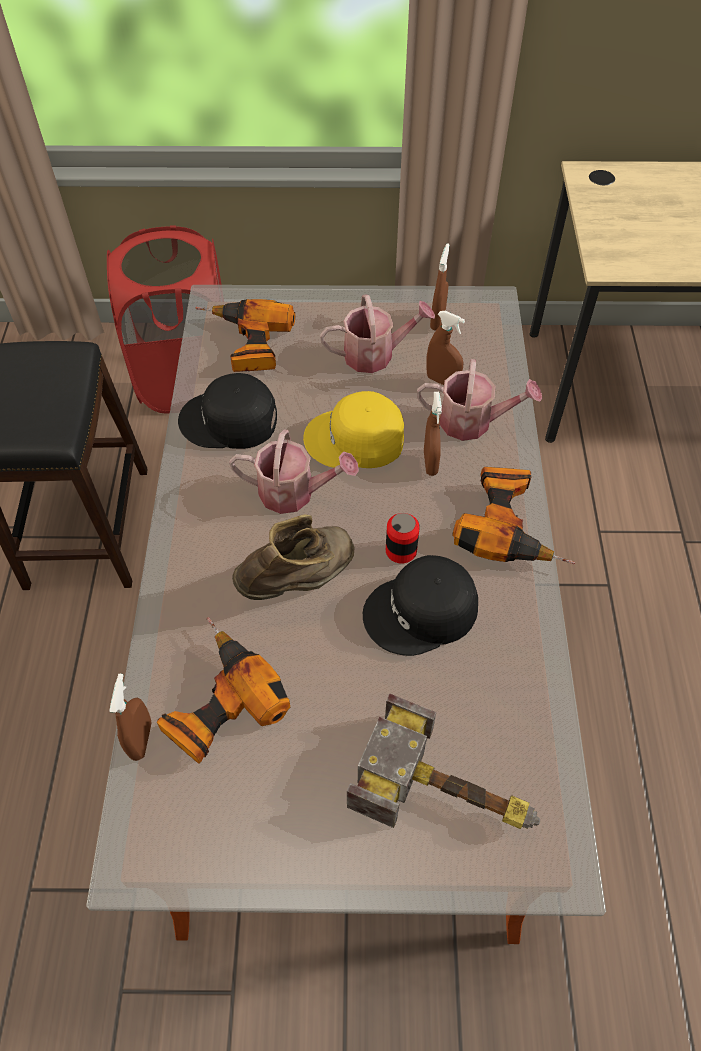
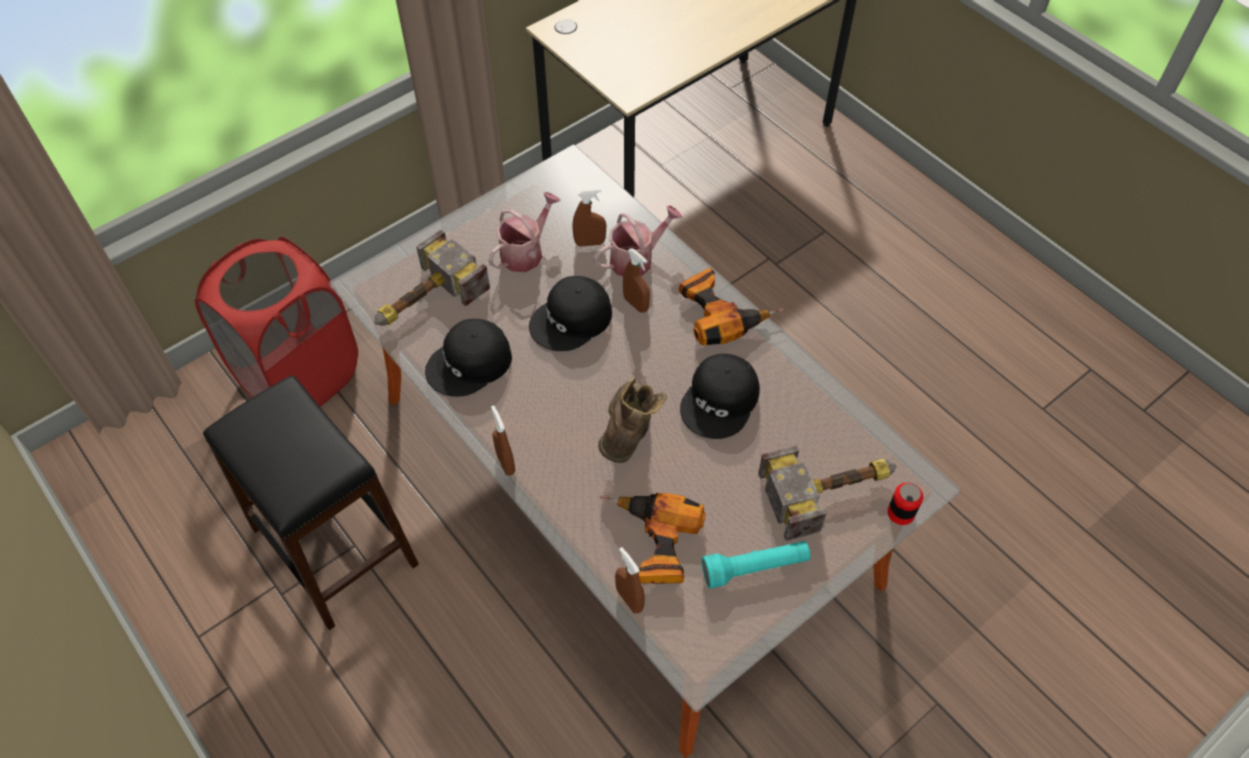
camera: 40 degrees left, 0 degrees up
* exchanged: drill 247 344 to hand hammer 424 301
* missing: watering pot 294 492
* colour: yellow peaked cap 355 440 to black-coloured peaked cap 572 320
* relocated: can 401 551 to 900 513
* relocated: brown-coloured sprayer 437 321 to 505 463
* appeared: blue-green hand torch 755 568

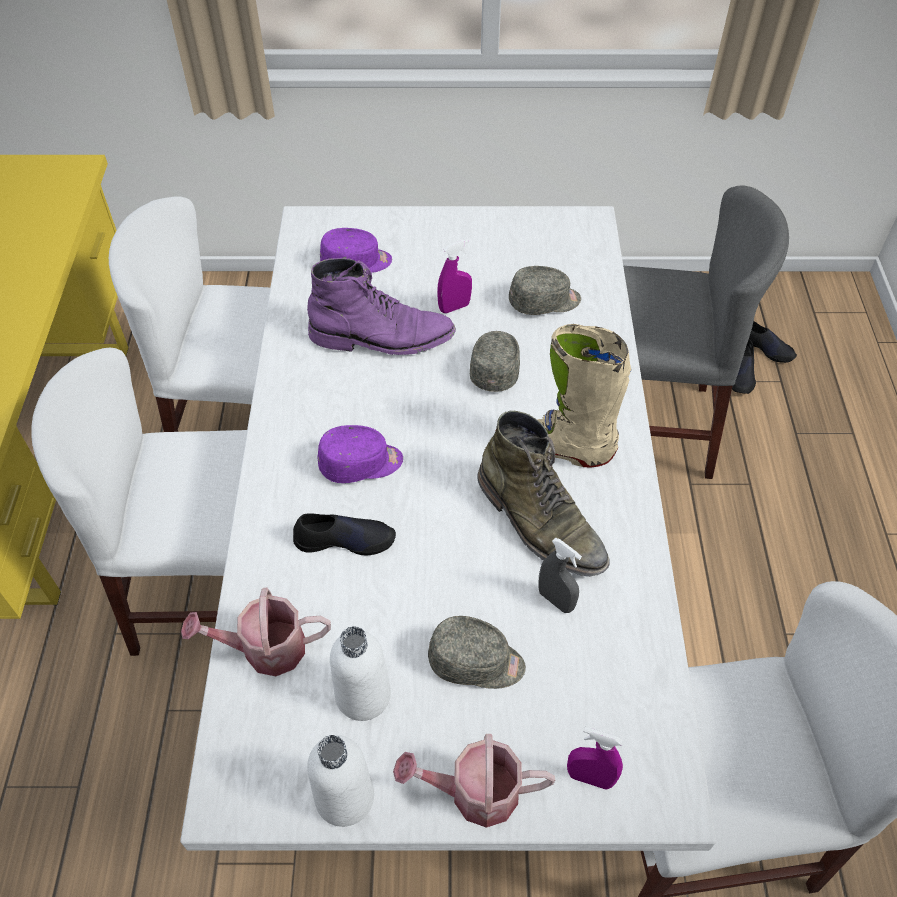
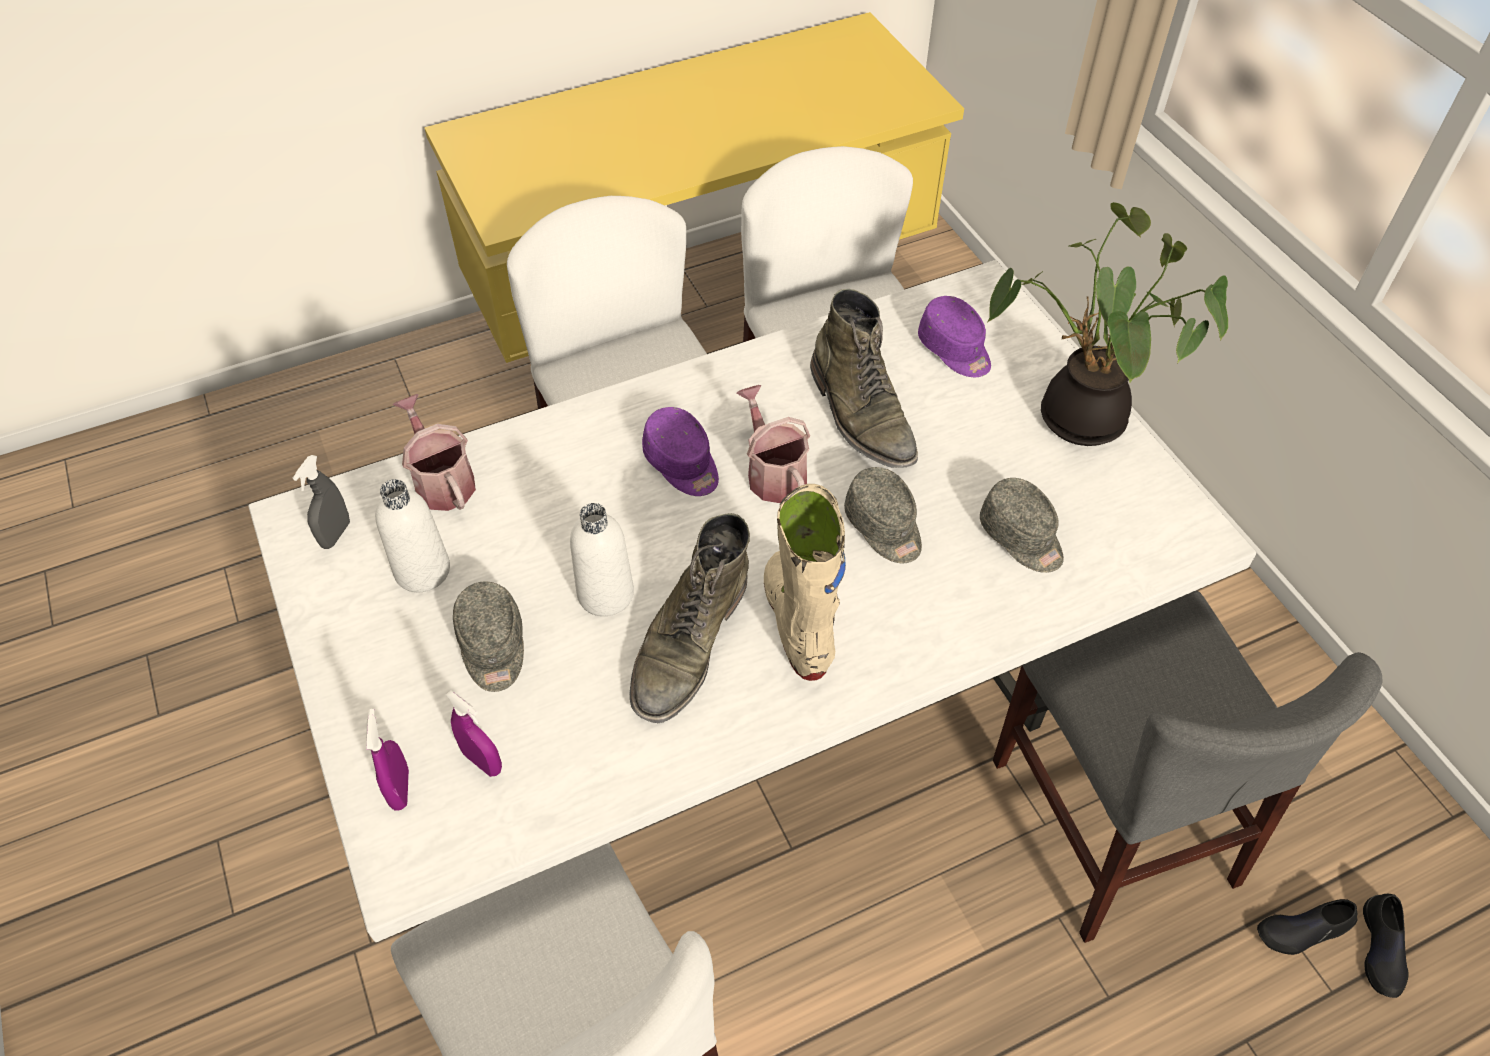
camera: 65 degrees right, 0 degrees up
* missing: black-coloured low shoe 345 539
* colour: purple-coloured high-top boot 382 337 to greenish high-top boot 861 414
* relocated: white drink bottle 344 797 to 605 594
* relocated: watering pot 474 792 to 773 472
* relocated: purple-coloured sprayer 454 307 to 482 761
* spun: gray peaked cap 495 367 = 884 527 75 degrees clockwise
* relocated: gray sprayer 555 600 to 335 534
* appeared: potted plant 1075 421

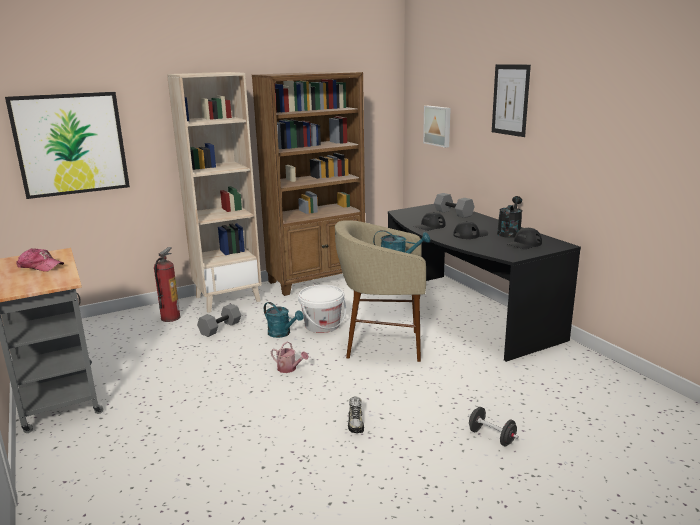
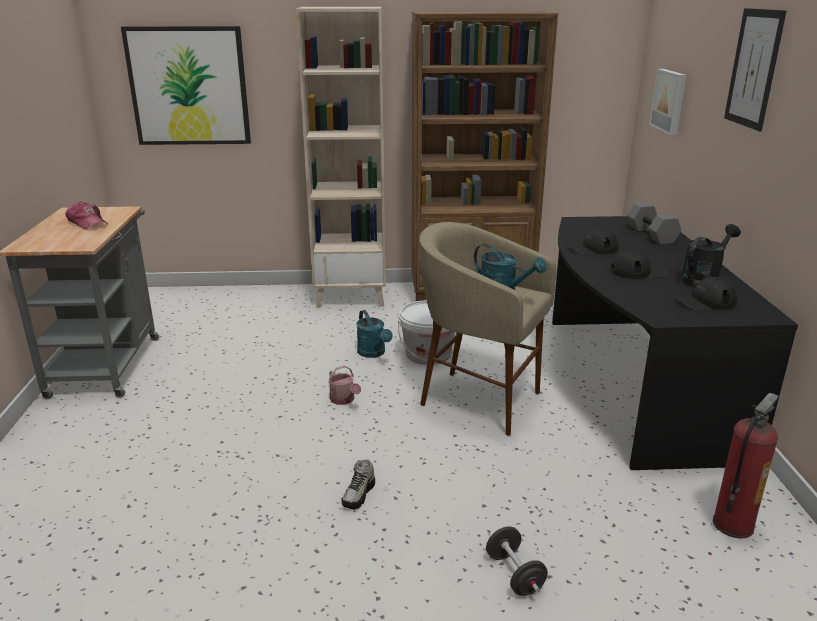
camera: 25 degrees right, 5 degrees up
* relocated: fire extinguisher 170 317 to 732 524
* missing: gray hand weight 220 328

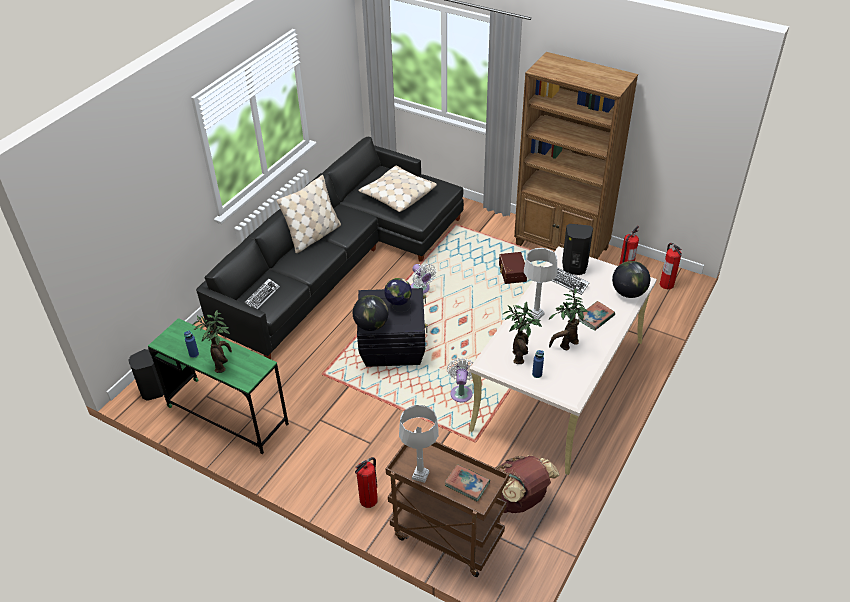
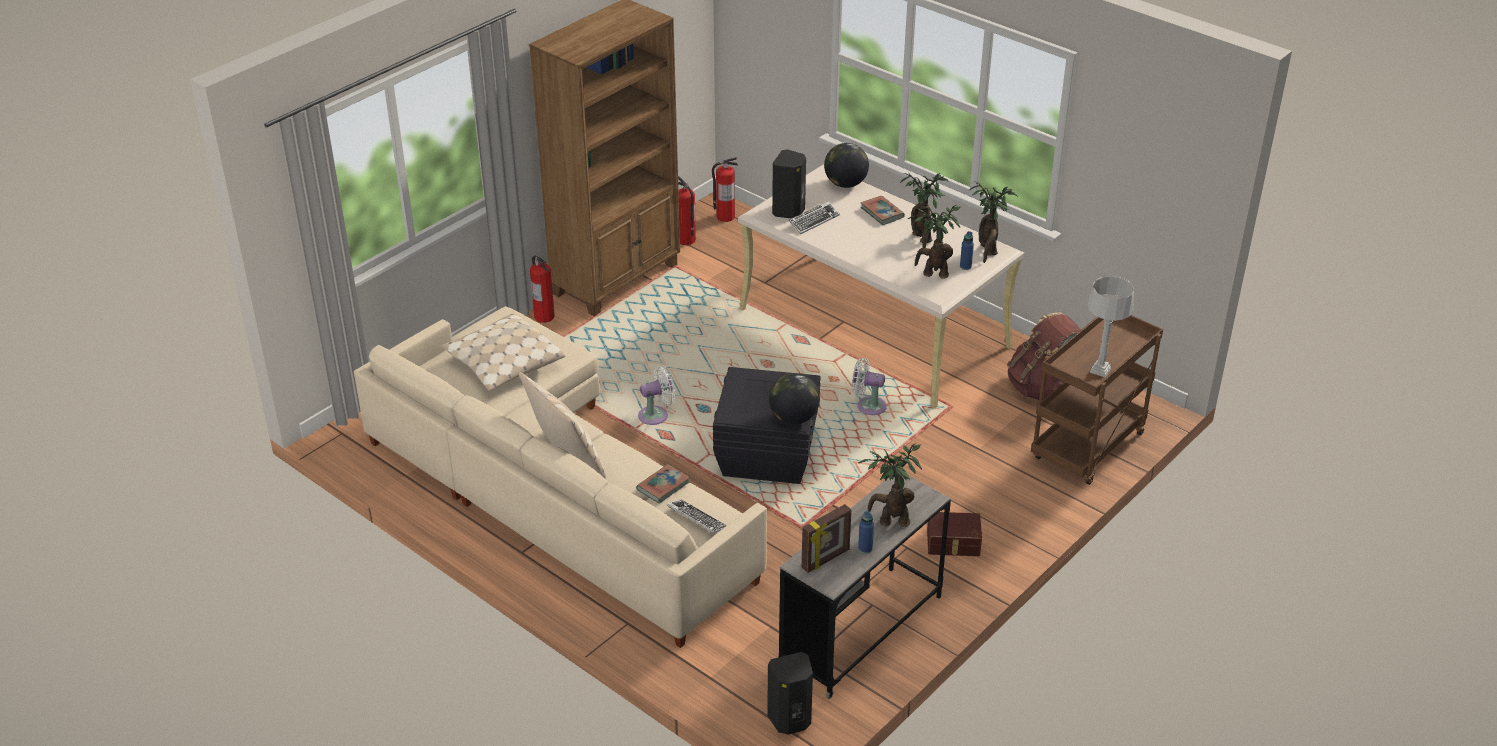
camera: 80 degrees left, 5 degrees down
* colour: greenish desk unit 227 415 to gray desk unit 861 631
* colour: black-coloured sofa 341 259 to sand-coloured sofa 551 489
* relocated: fire extinguisher 369 499 to 544 316
* missing: globe 398 307
* relocated: volume 467 484 to 663 486
* relocated: brown-coloured storage bin 511 273 to 953 543
* missing: gray table lamp 536 314
* appeared: picture frame 826 559
* appeared: potted plant 987 252

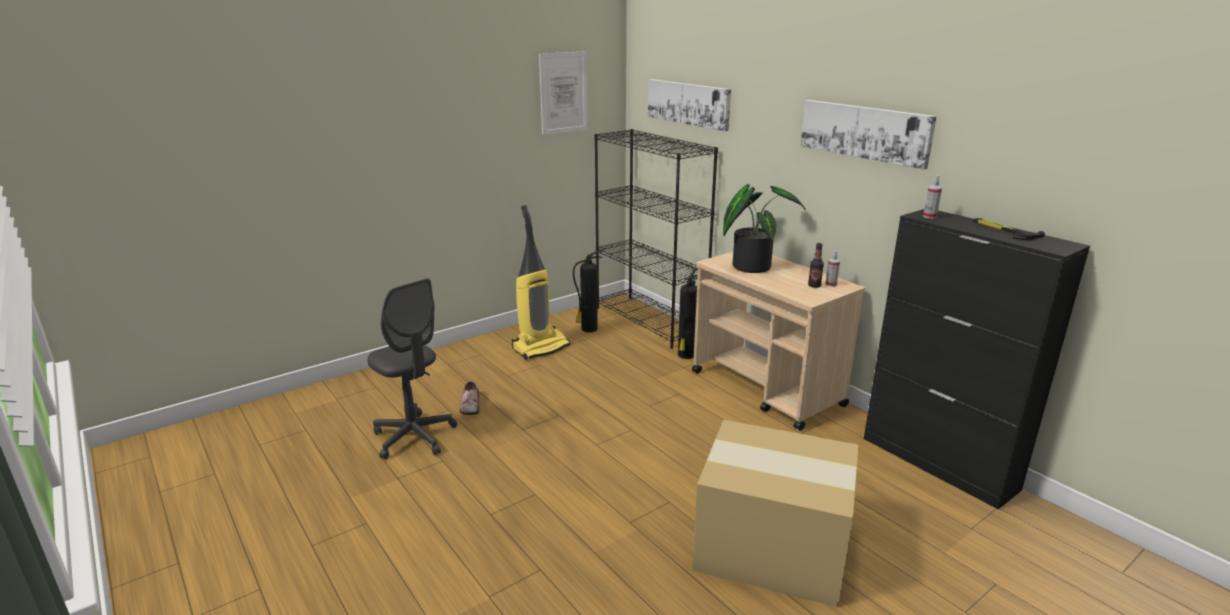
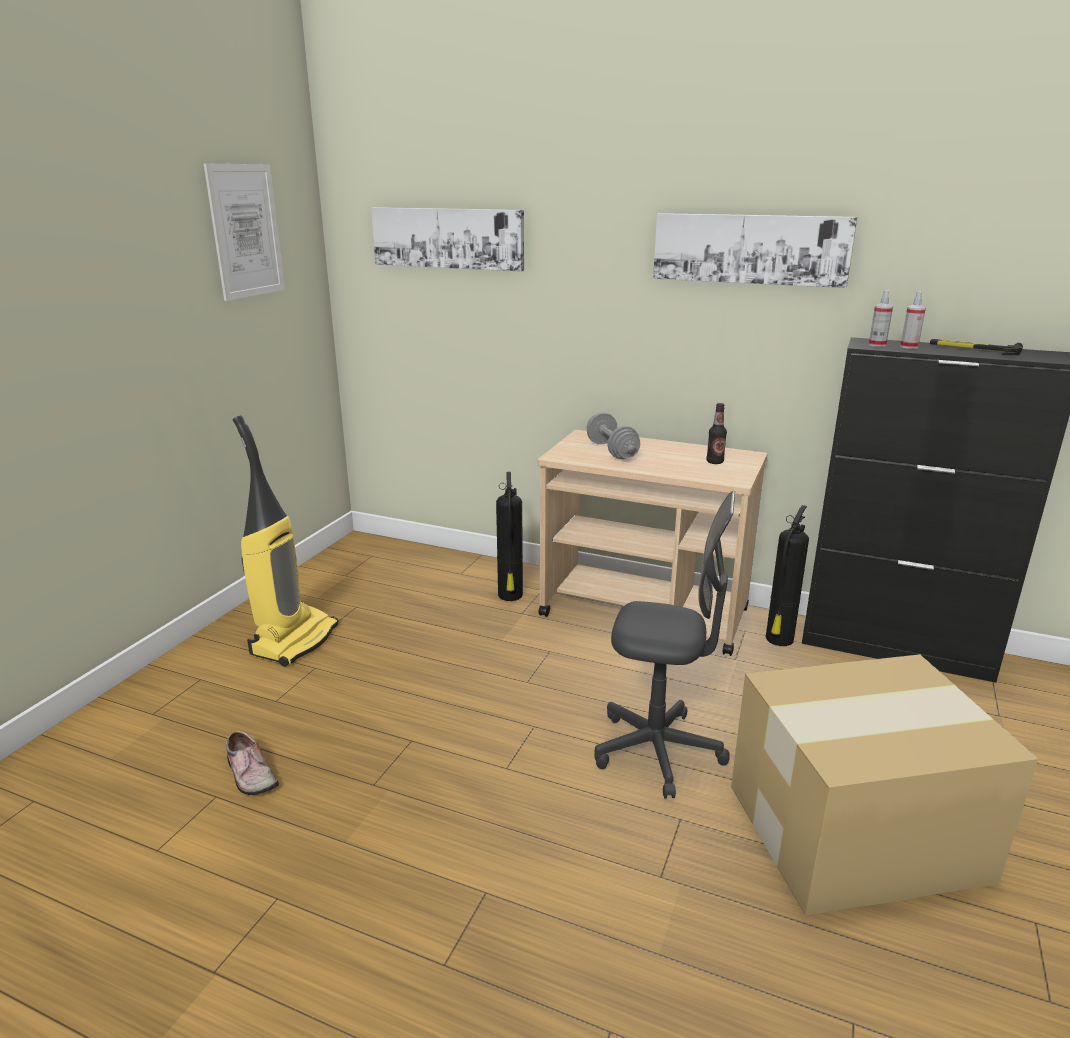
camera: 30 degrees left, 0 degrees up
* relocated: gray desk chair 414 437 to 657 751
* relocated: fire extinguisher 588 329 to 778 640
* missing: black-coloured bookcase 650 321
* exchanged: potted plant 752 265 to gray hand weight 612 451
* relocated: sprayer 831 284 to 909 347

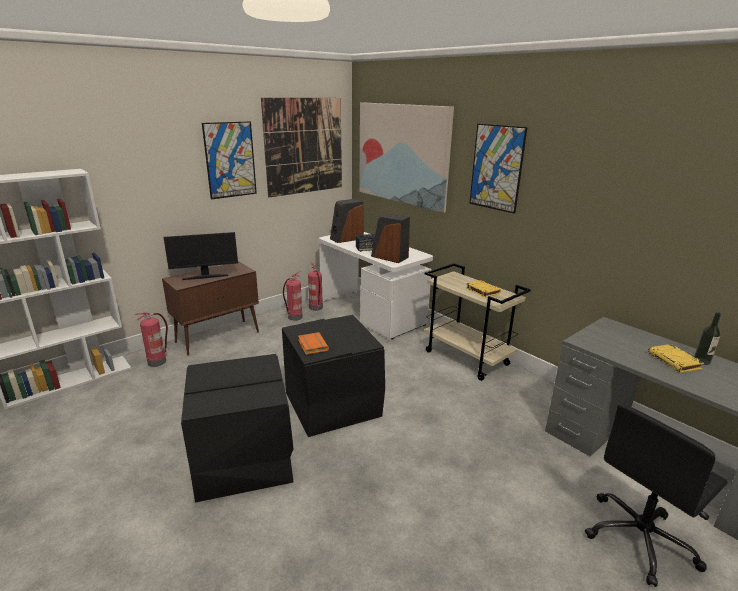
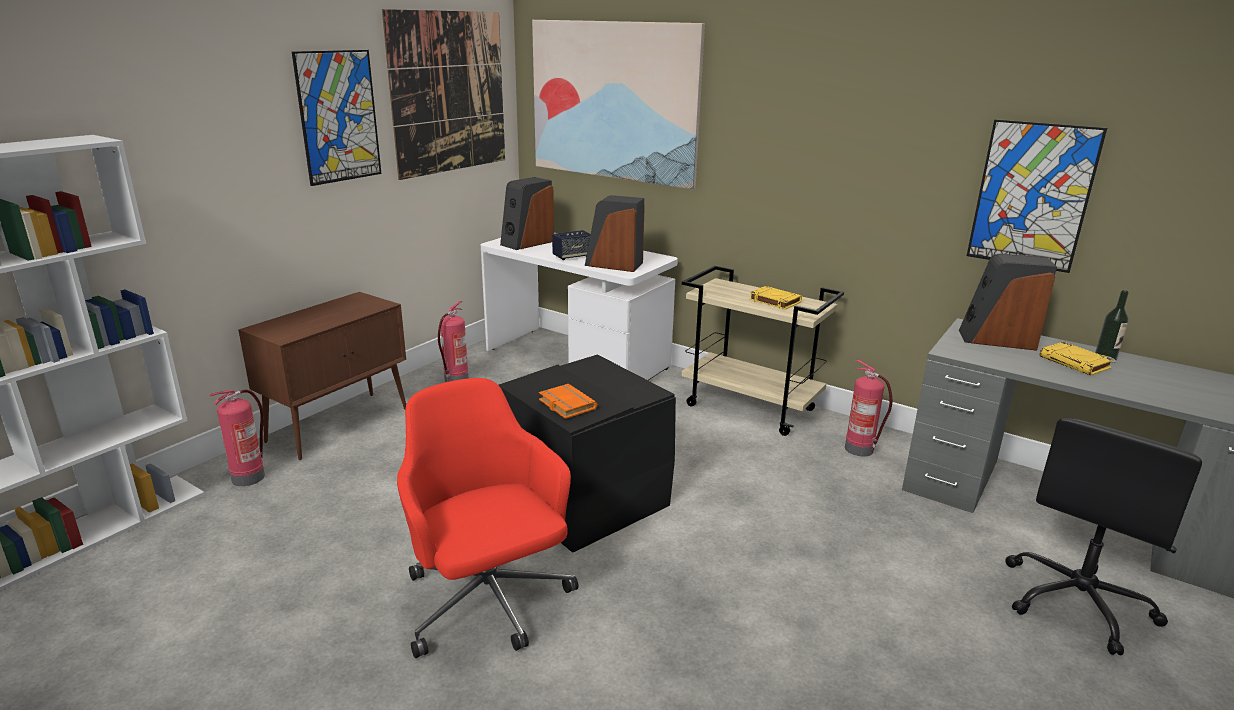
camera: 15 degrees left, 0 degrees up
* missing: computer display 205 277
* exchanged: black-coloured storage bin 244 460 to reddish desk chair 488 602
* relocated: fire extinguisher 316 308 to 860 449
* relocated: wall picture 496 168 to 1032 196
* appeared: speaker 997 339

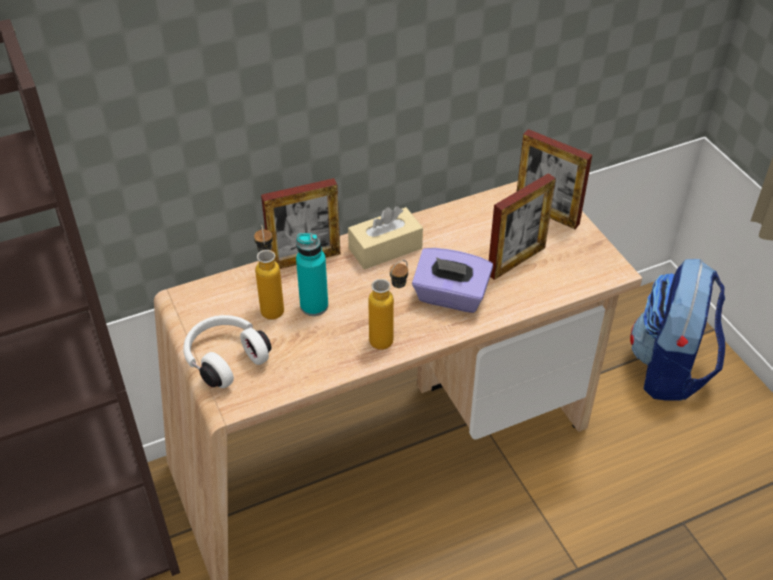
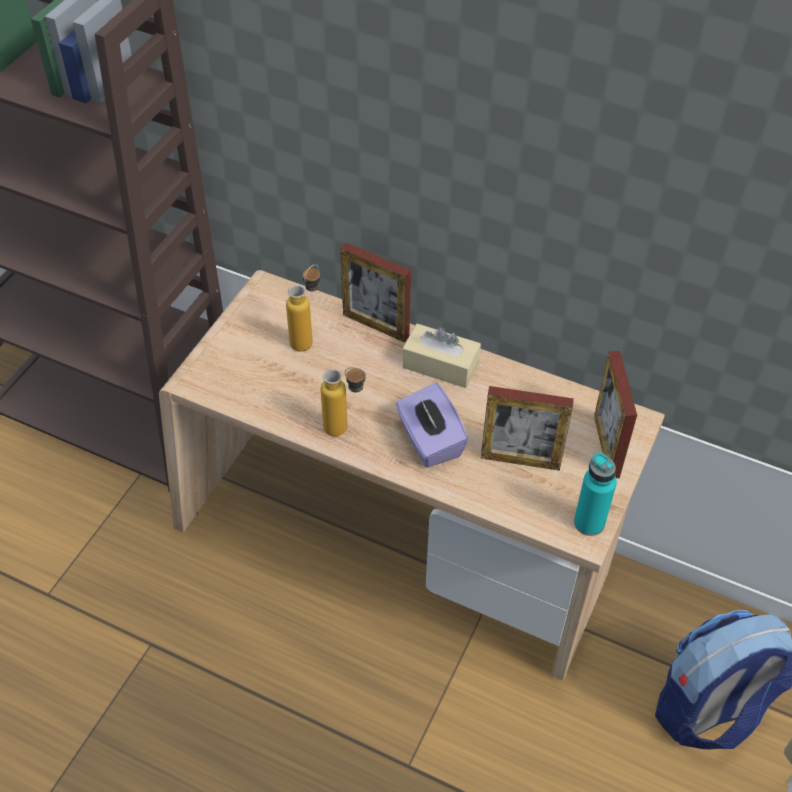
camera: 50 degrees right, 5 degrees up
* missing: white headphones 225 358
* relocated: blue-green drink bottle 314 306 to 589 523

